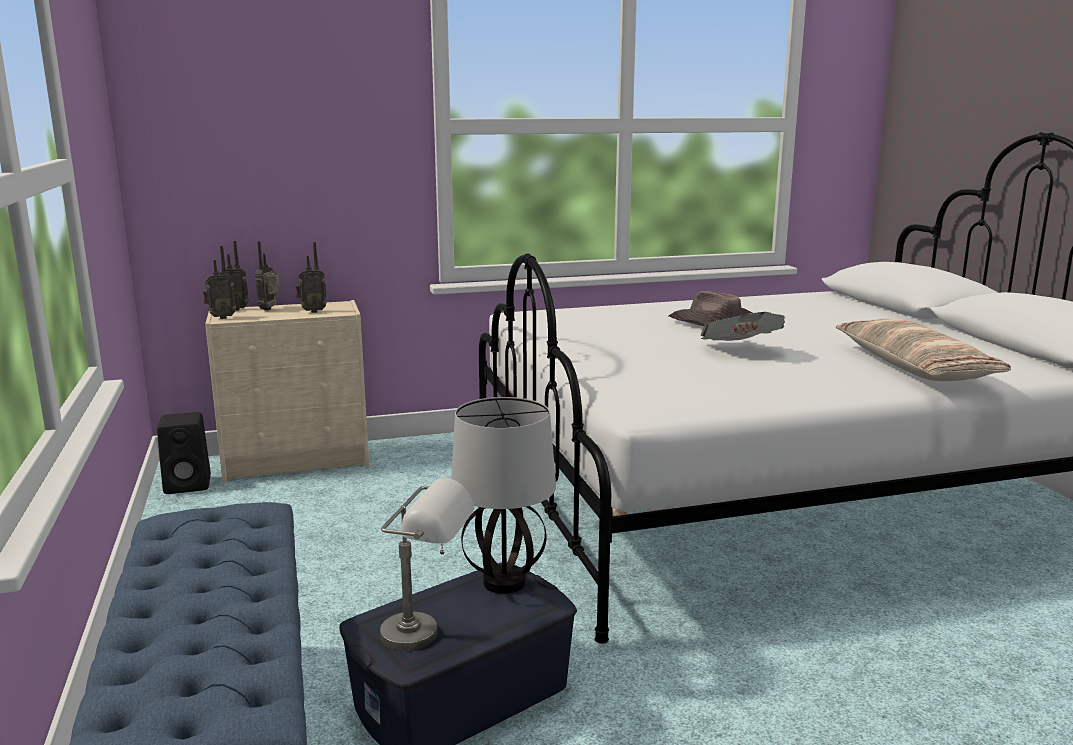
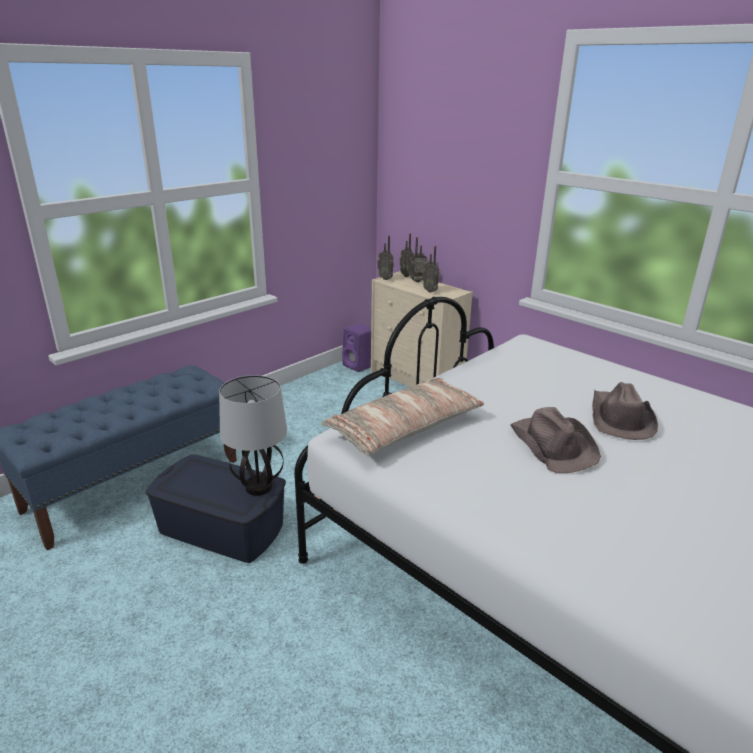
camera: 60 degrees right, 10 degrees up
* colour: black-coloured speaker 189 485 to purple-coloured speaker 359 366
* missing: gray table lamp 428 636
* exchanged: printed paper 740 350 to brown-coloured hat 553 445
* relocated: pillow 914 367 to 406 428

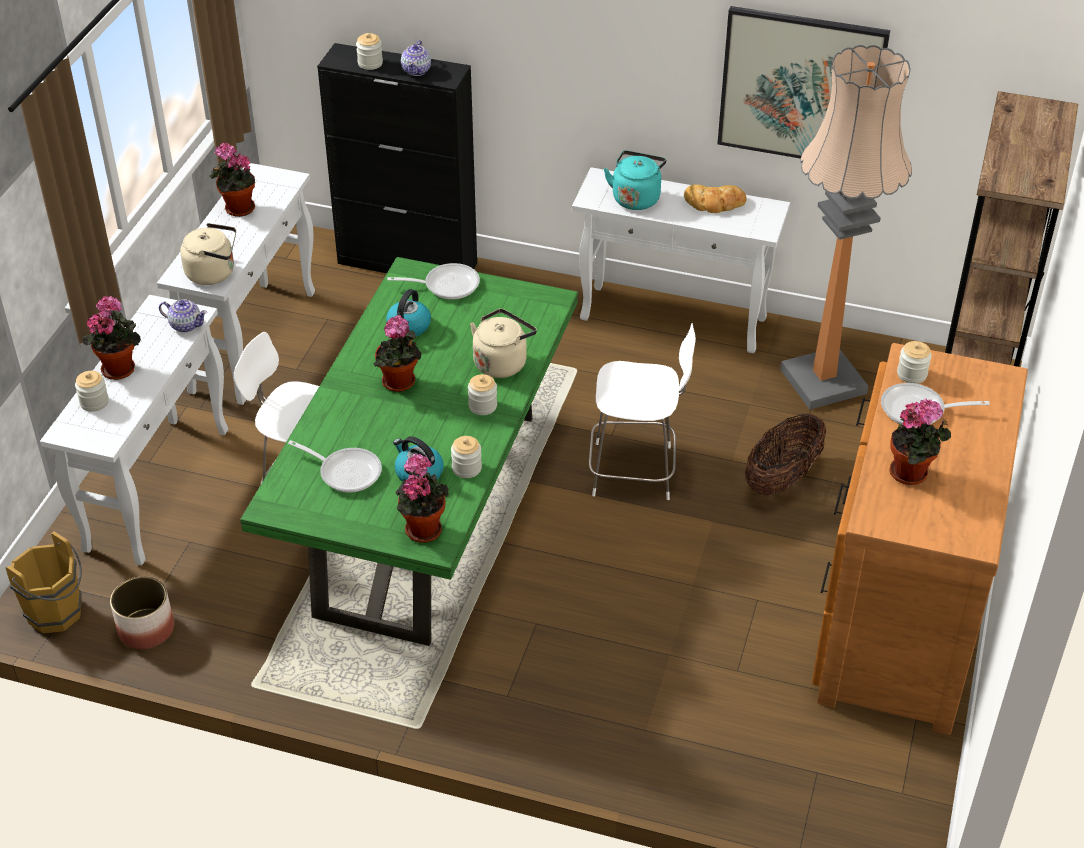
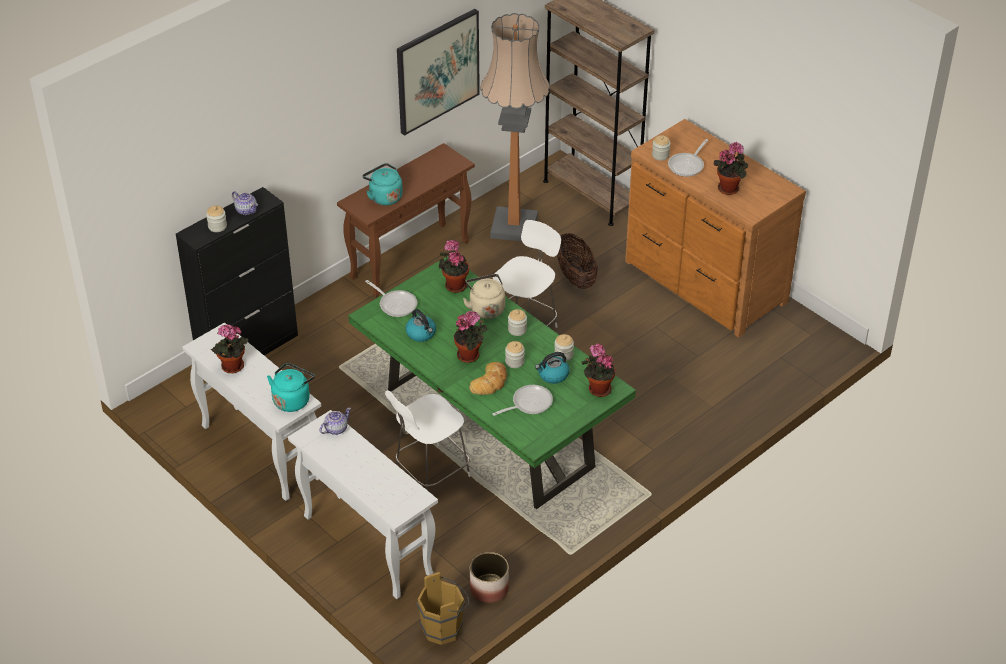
camera: 60 degrees left, 0 degrees up
* relocated: jar 94 402 to 514 362
* relocated: potted plant 119 367 to 454 285
* colour: sand-coloured tea kettle 214 273 to blue-green tea kettle 292 399
* spun: frying pan 446 285 = 395 304 105 degrees clockwise
* colour: white console table 675 319 to brown-coloured console table 410 259
* relocated: bakery bread 714 203 to 490 382

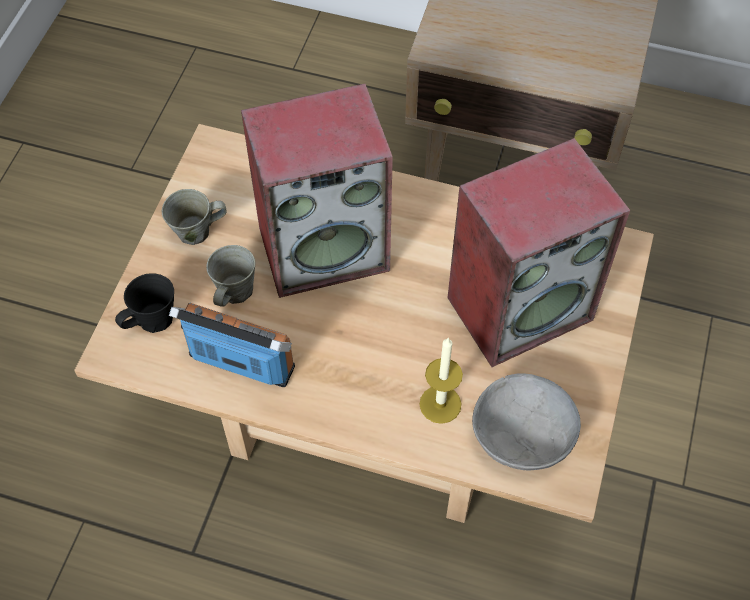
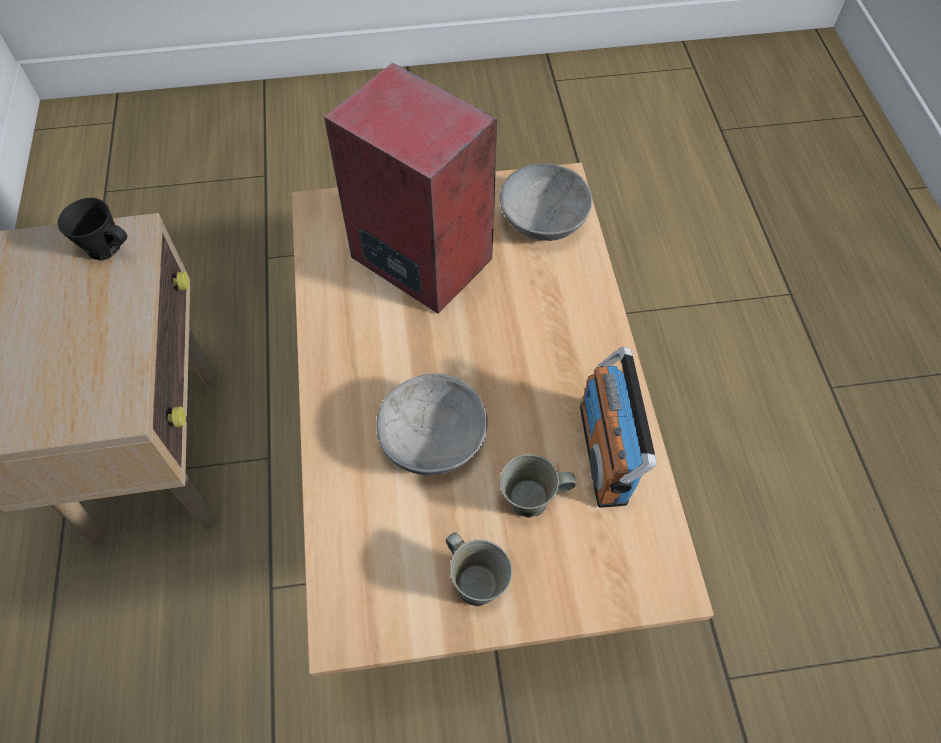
camera: 115 degrees left, 0 degrees up
* relocated: black-coloured coffee mug 153 320 to 106 248
* exchanged: speaker 325 247 to gray bowl 431 439
* missing: wax candle 440 404

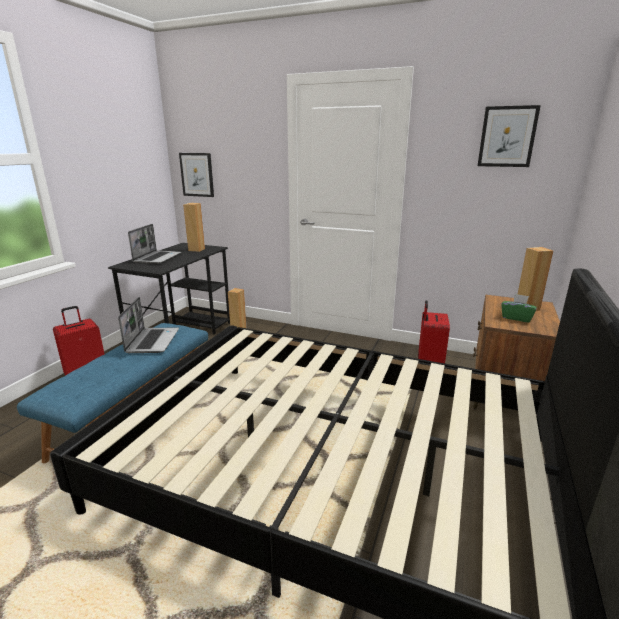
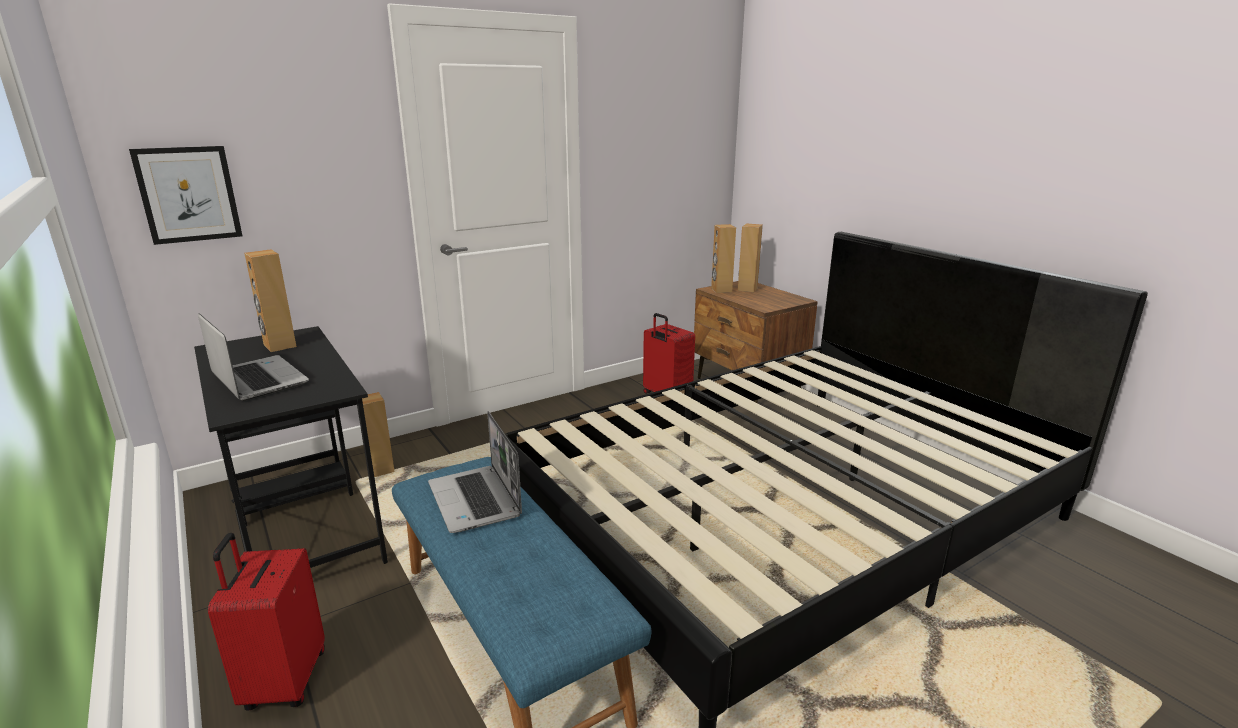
camera: 55 degrees left, 0 degrees up
* spun: portable computer 152 341 = 476 500 150 degrees counterclockwise
* missing: wall picture 507 137
* missing: greenish tissue box 516 318
* appeared: brown-coloured speaker 721 290

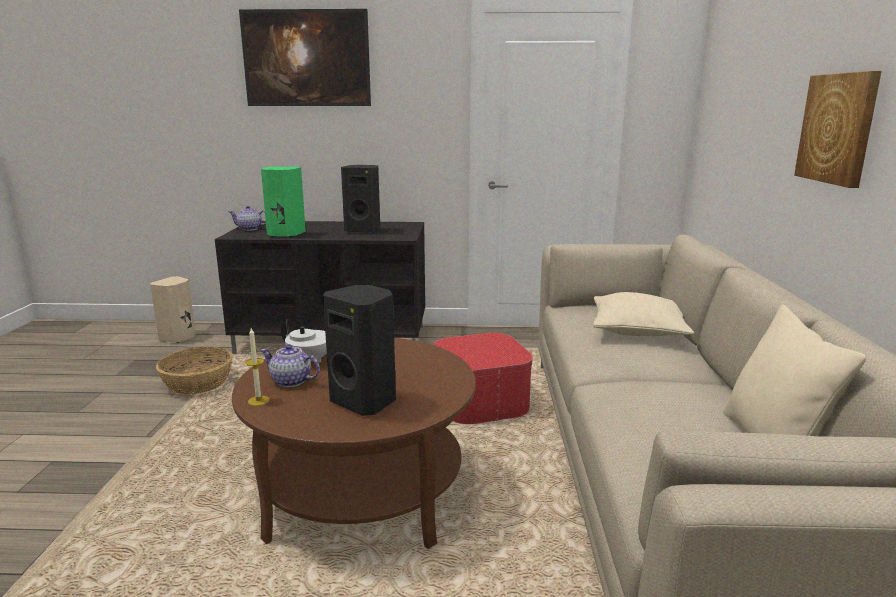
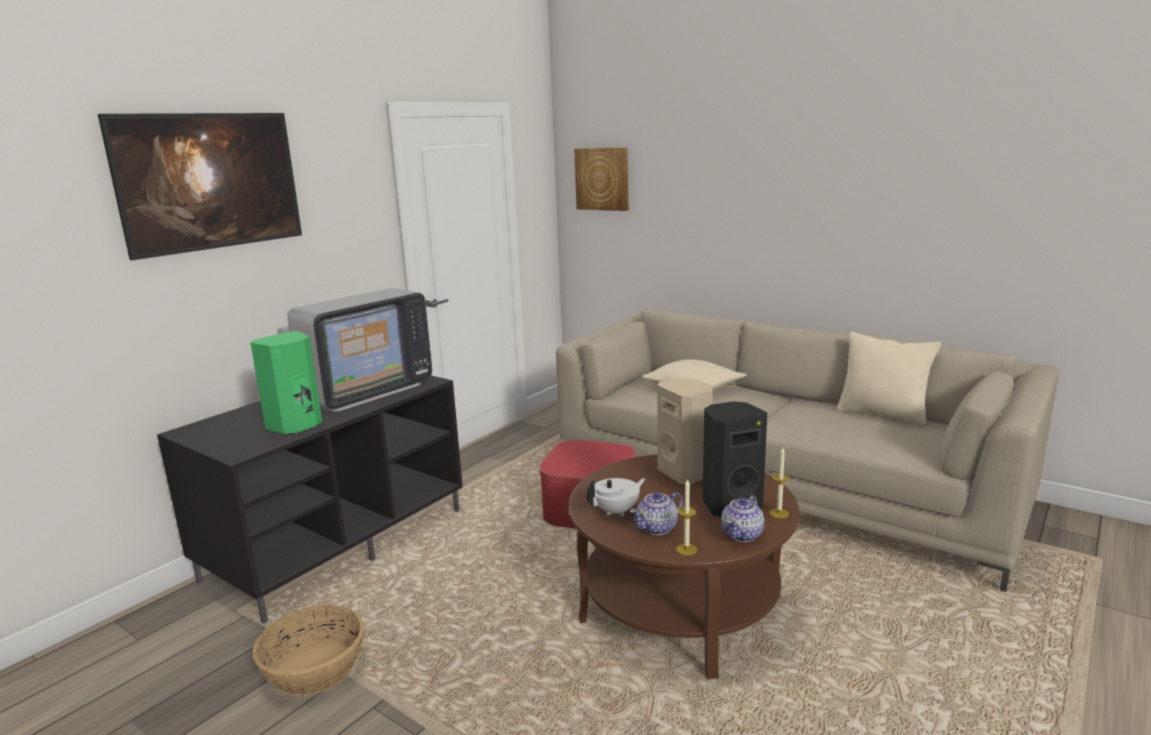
camera: 55 degrees left, 0 degrees up
* relocated: sand-coloured speaker 178 338 to 686 473
* relocated: teapot 250 229 to 742 534
* exchanged: black-coloured speaker 364 230 to TV set 362 390
* relocated: wall picture 838 128 to 602 179
* appeared: wax candle 779 513

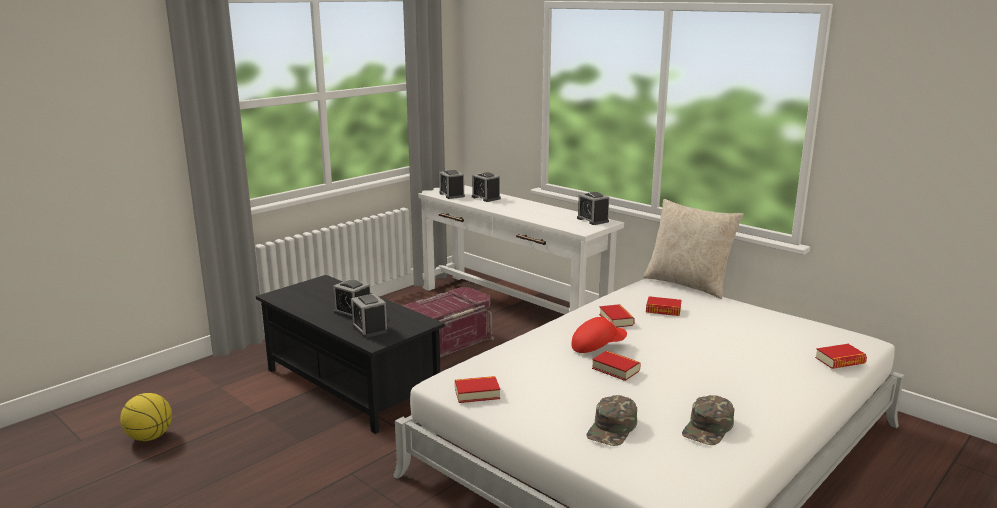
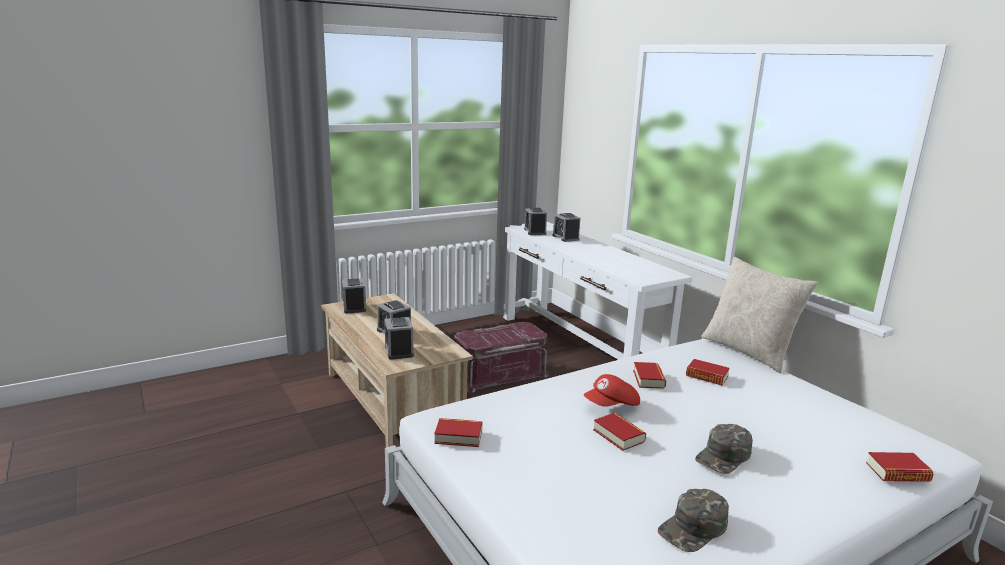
camera: 15 degrees right, 0 degrees up
* missing: ball for basketball 149 437
* colour: black-coloured lounge table 352 384 to sand-coloured lounge table 393 401
* spun: reddish peaked cap 597 346 = 612 406 150 degrees clockwise
* relocated: table clock 592 220 to 354 307
* relocated: greenish peaked cap 612 428 to 724 456

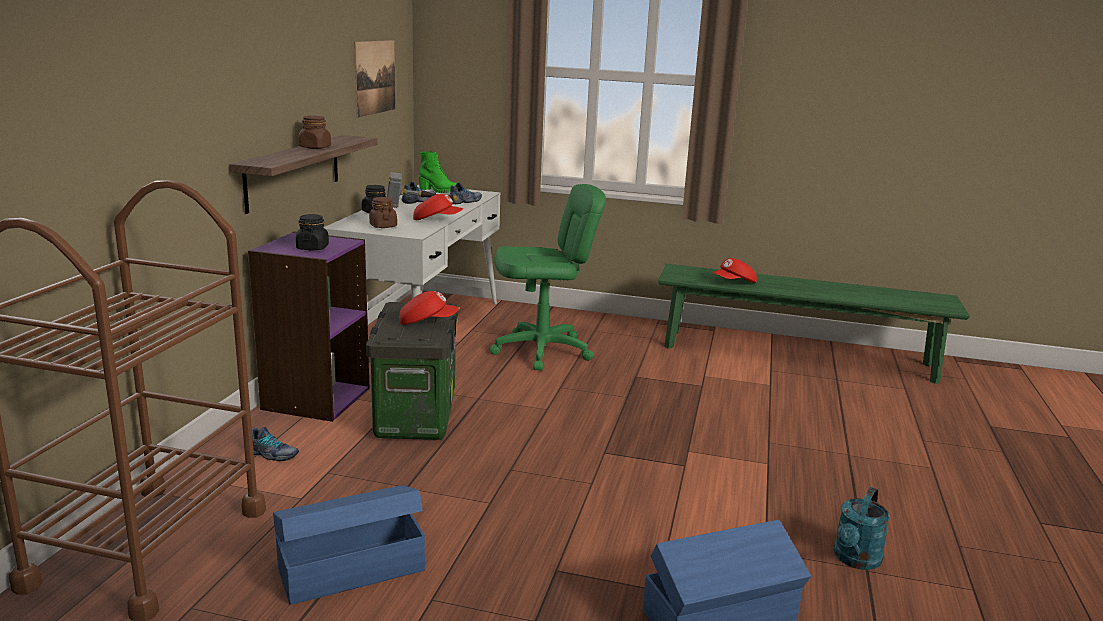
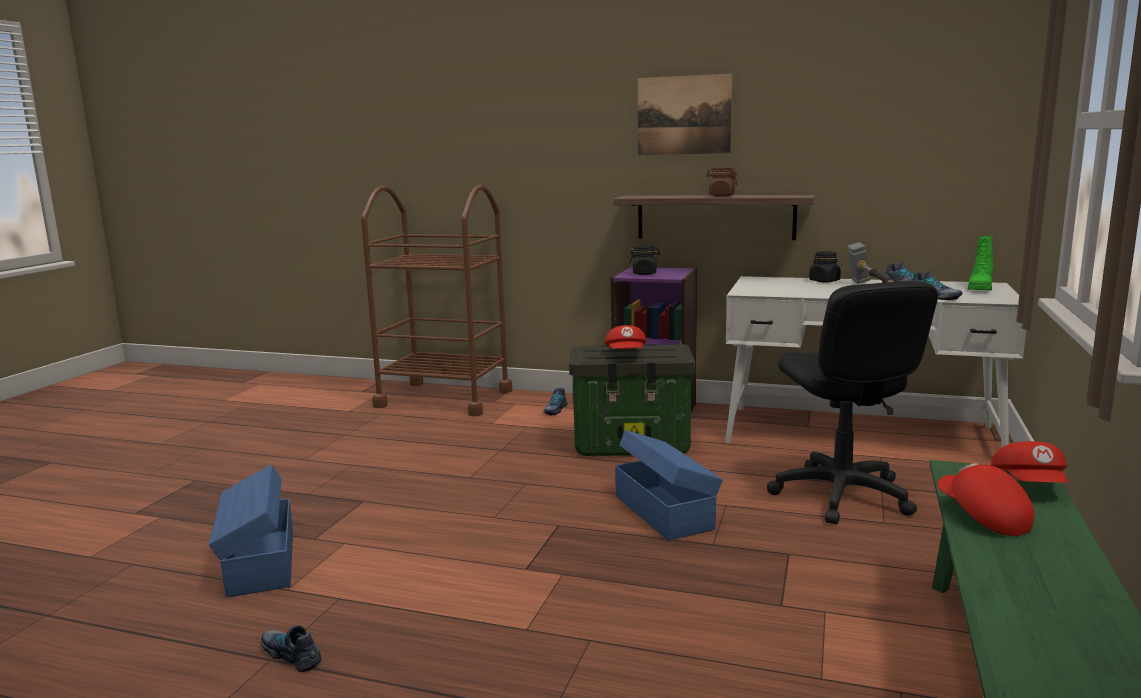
camera: 95 degrees right, 5 degrees down
* relocated: blue-coloured storage bin 349 568 to 664 511
* relocated: wall picture 375 77 to 684 115
* missing: brown-coloured jar 383 226
* relocated: reddish peaked cap 437 220 to 1030 485
* colour: greenish desk chair 542 351 to black-coloured desk chair 841 495
* exchanged: blue-green watering pot 855 560 to low shoe 292 655

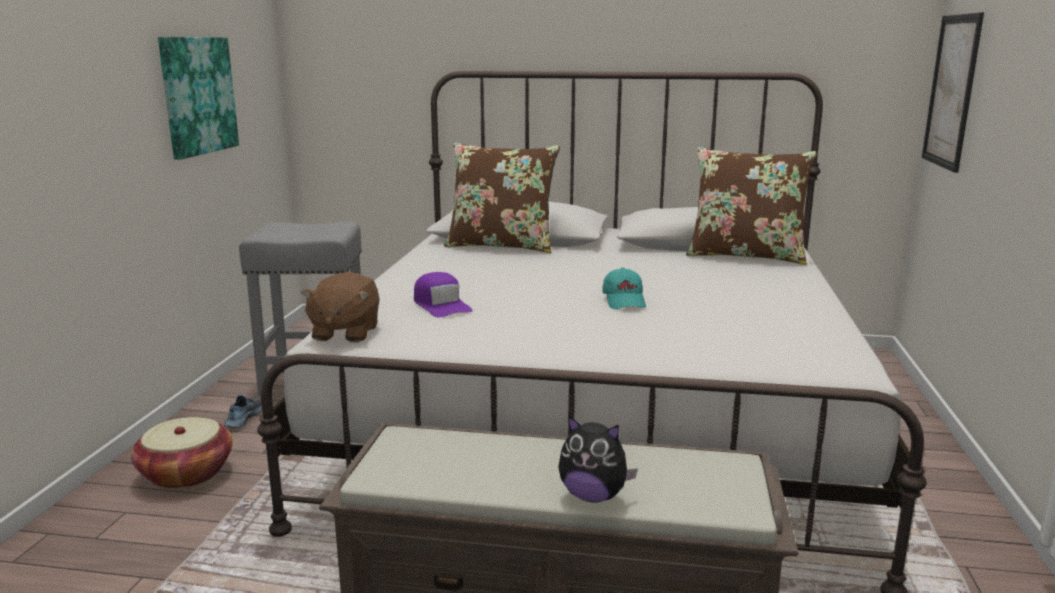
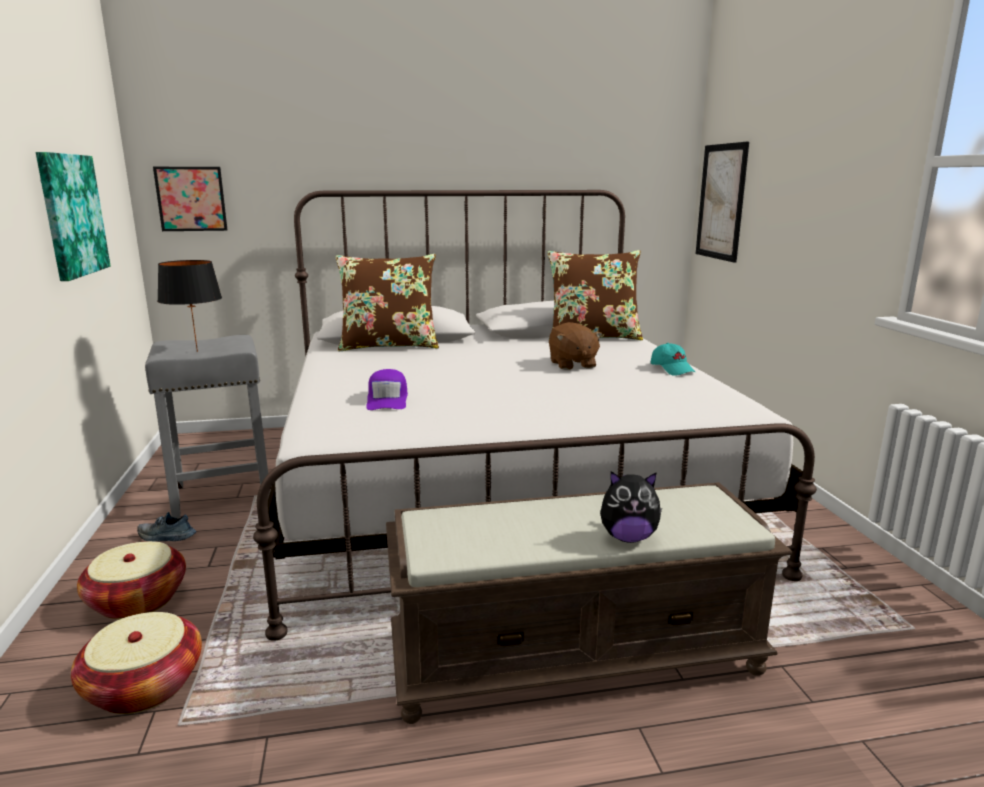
camera: 20 degrees left, 0 degrees up
* spun: low shoe 244 418 = 166 537 75 degrees counterclockwise
* relocated: brown-coloured cuddly toy 344 333 to 572 364
* spun: purple-coloured peaked cap 441 305 = 387 400 45 degrees clockwise
* relocated: blue-green peaked cap 624 301 to 672 369
* appeared: household basket 144 686
* appeared: wall picture 191 199
* appeared: black-coloured table lamp 196 351

